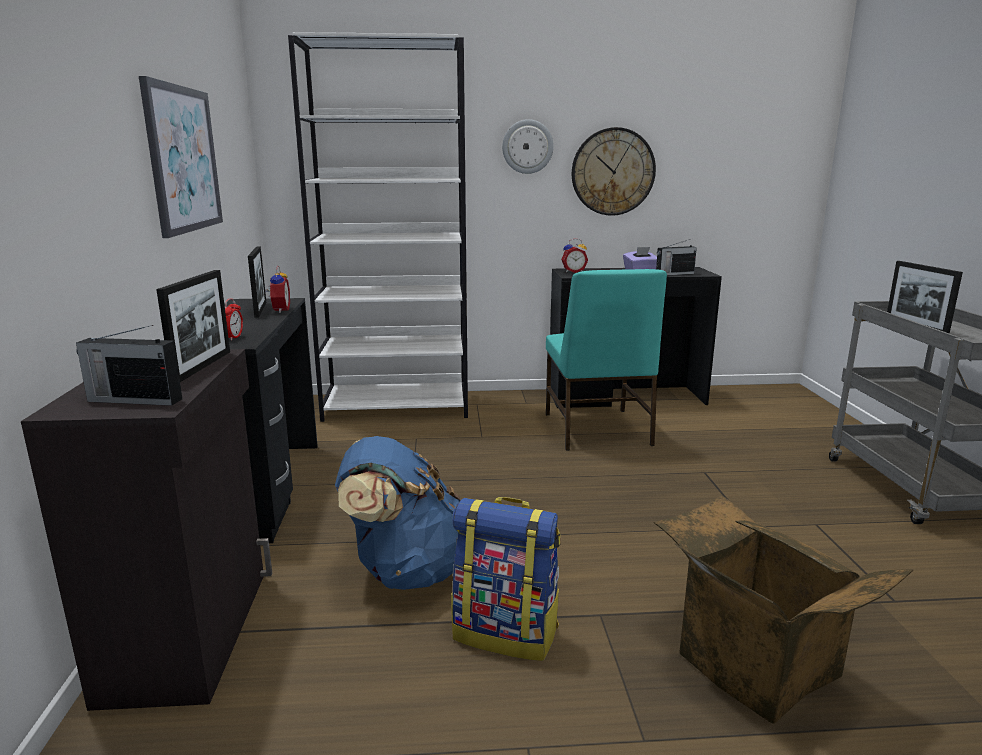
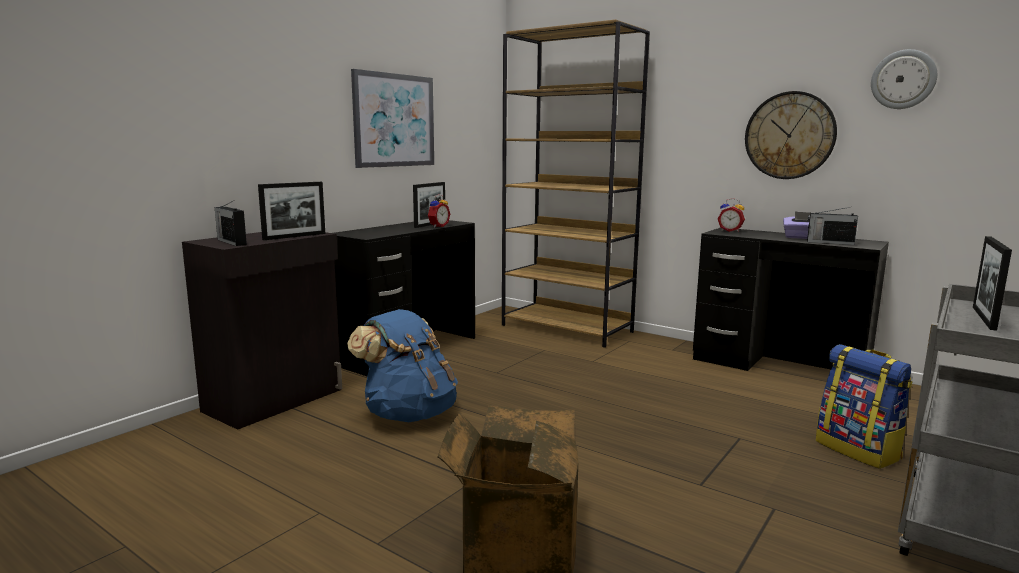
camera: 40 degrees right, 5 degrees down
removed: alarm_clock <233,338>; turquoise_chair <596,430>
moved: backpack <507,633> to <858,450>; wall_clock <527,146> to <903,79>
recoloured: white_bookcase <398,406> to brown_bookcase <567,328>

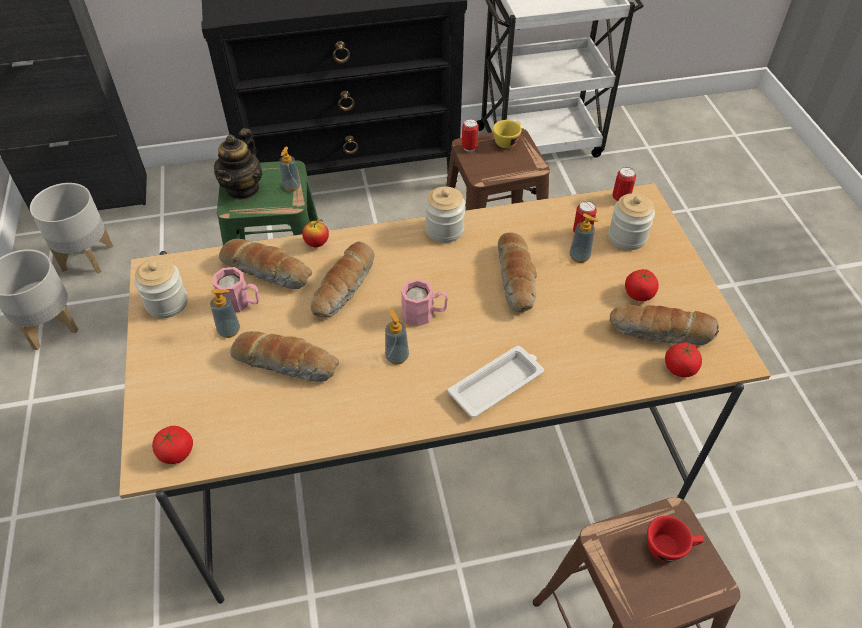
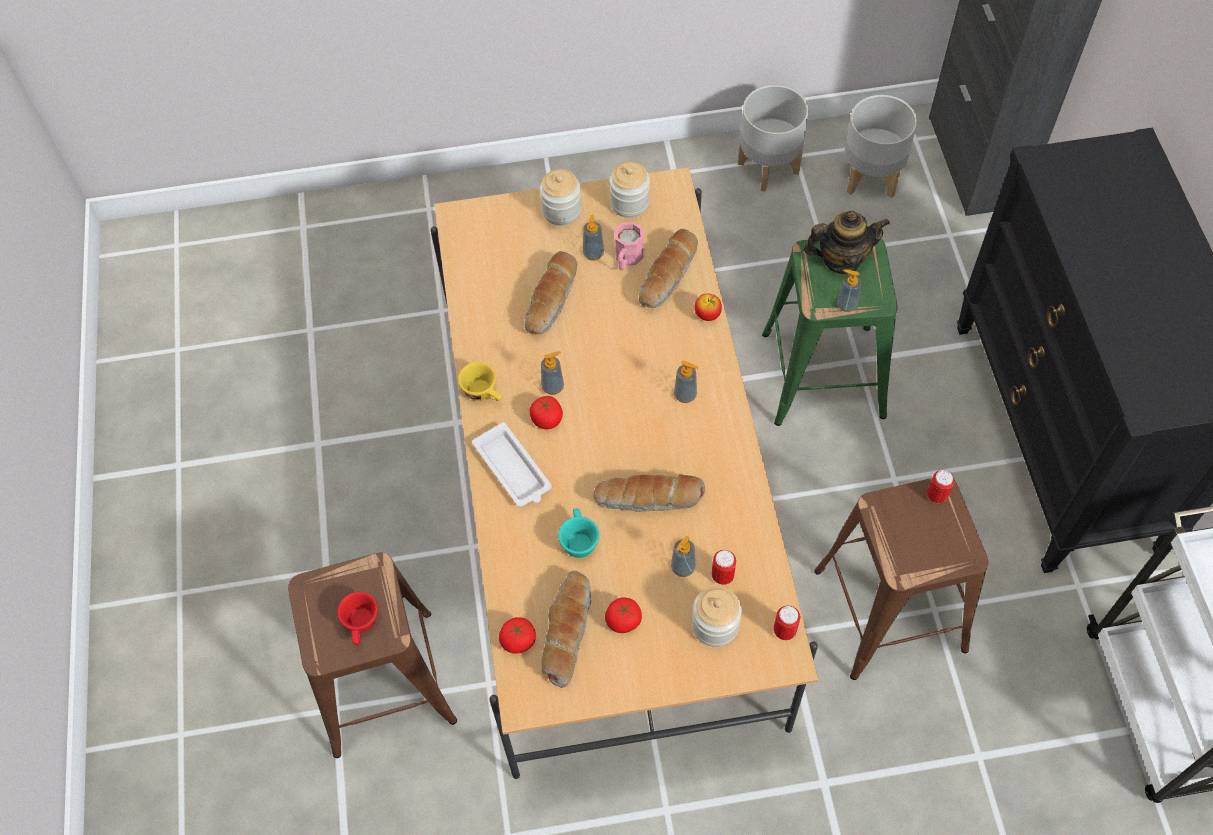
camera: 95 degrees right, 10 degrees up
removed: bread <345,288>; pink_mug <424,314>
added: turquoise_cup <578,540>; soap_dispenser <685,395>
moved: tomato <176,452> to <547,419>; jar <444,230> to <561,210>; yellow_cup <507,141> to <484,393>
turned: teapot <243,188> = <841,259> 150 degrees clockwise

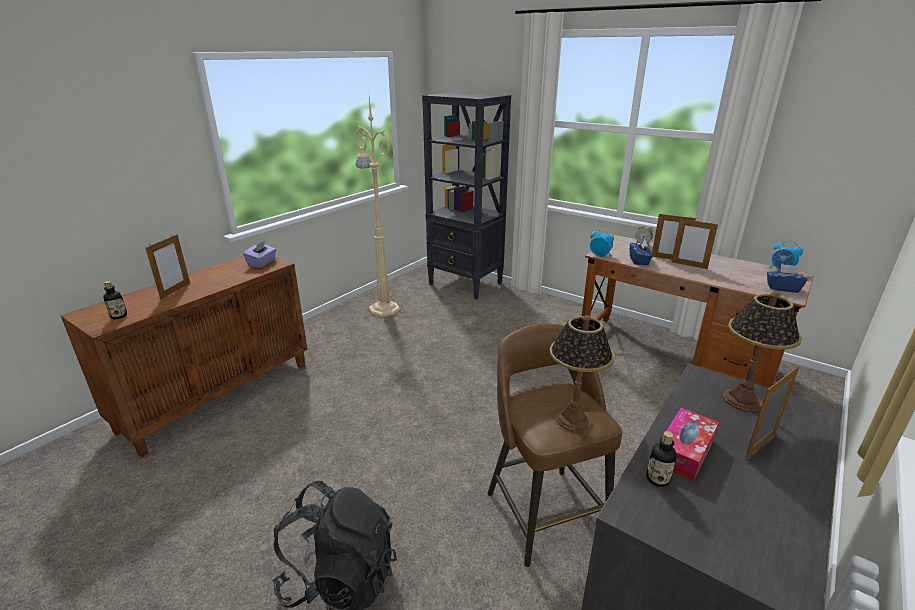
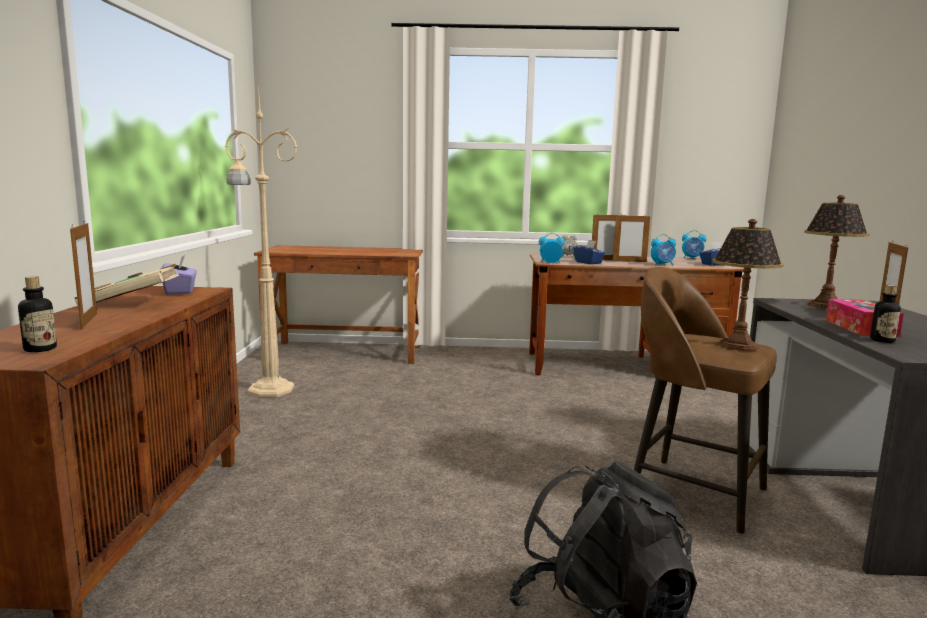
camera: 35 degrees left, 15 degrees down
added: beige_book <131,303>; alarm_clock <662,264>
replaced: black_bookcase <466,284> to brown_desk <345,352>

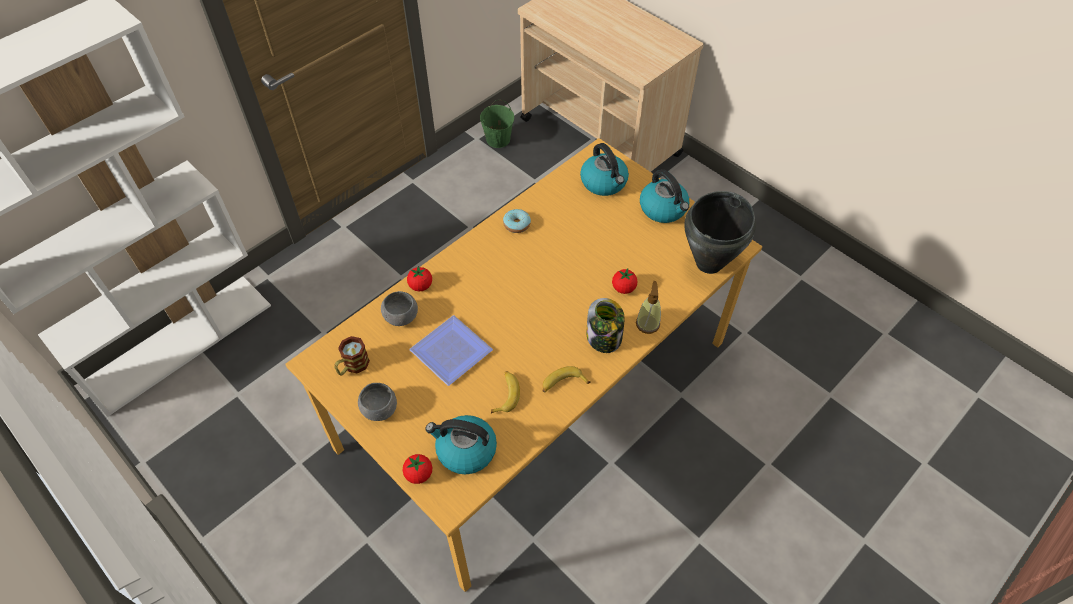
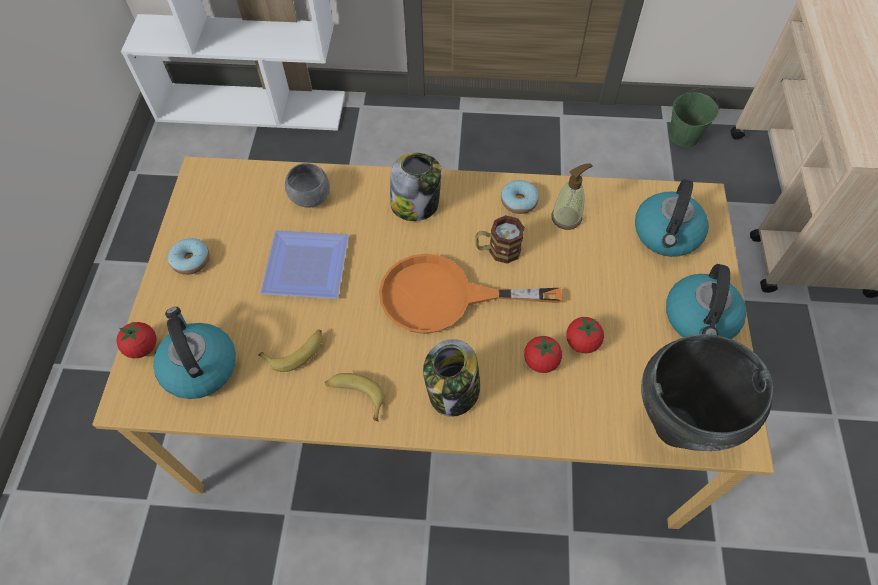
camera: 50 degrees right, 5 degrees up
added: orange_frying_pan <444,297>; jar <416,204>
moved: mug <352,366> to <497,250>; tomato <420,286> to <582,342>; soap_dispenser <647,324> to <566,217>
replaced: grey_bowl <379,409> to donut <191,260>

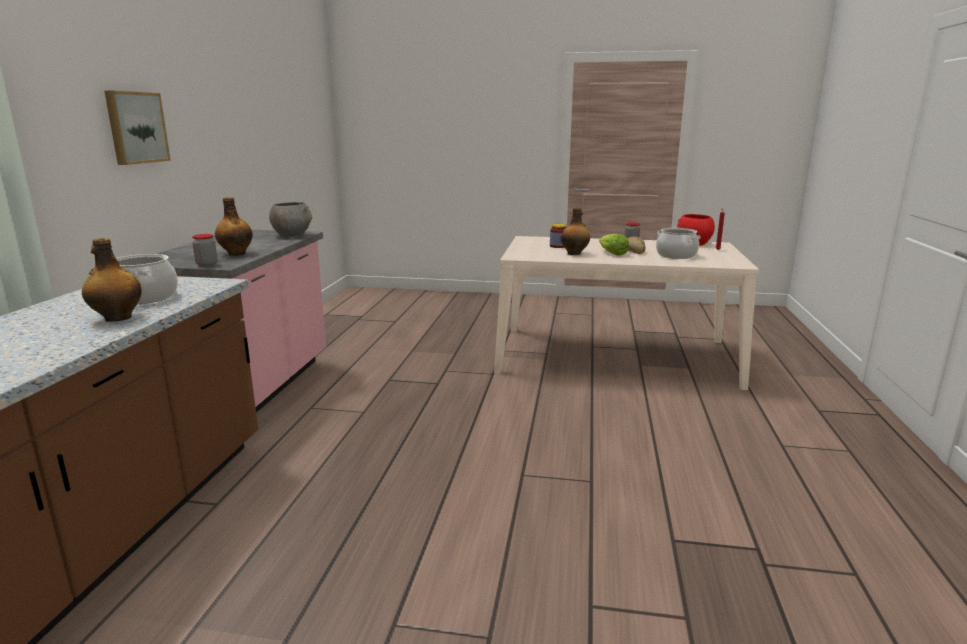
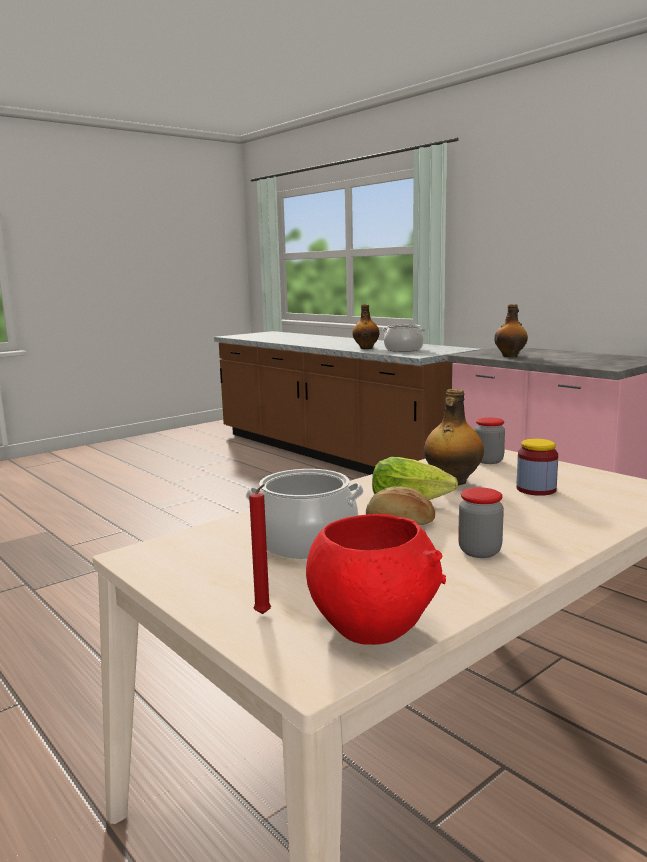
camera: 130 degrees right, 5 degrees down
removed: picture <135,127>; grey_bowl <292,235>
moved: jar <207,264> to <488,461>

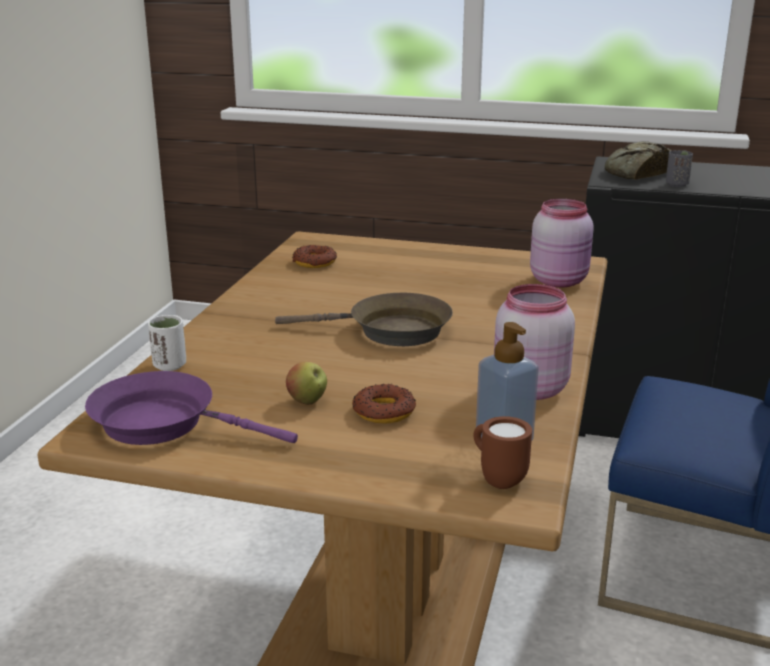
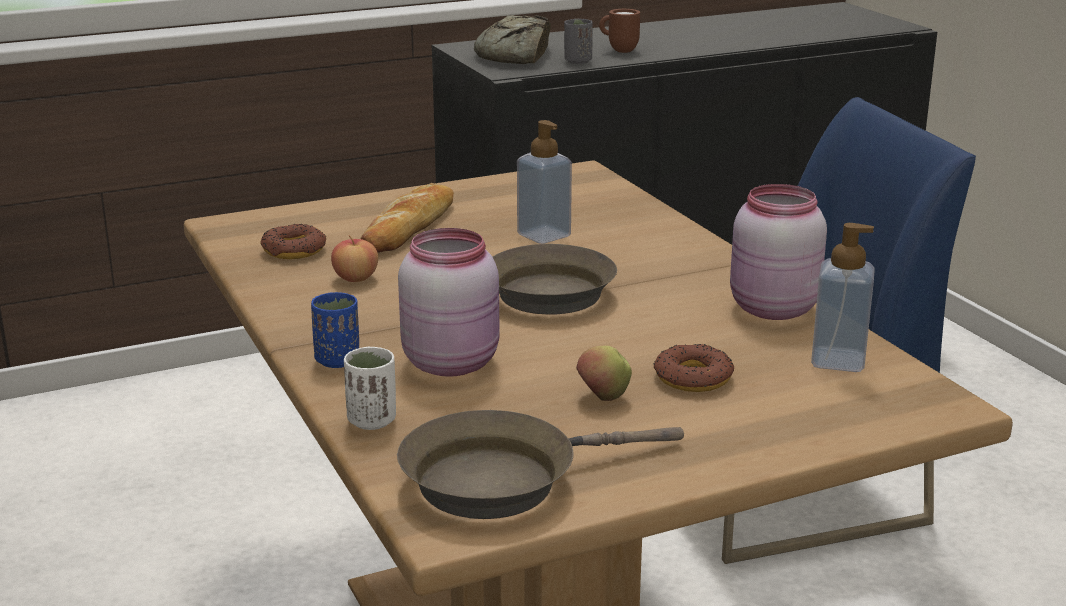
camera: 40 degrees left, 0 degrees up
added: blue_cup <337,360>; apple <355,278>; bread <410,227>; soap_dispenser <544,235>
moved: brown_mug <497,479> to <618,51>; pink_jar <560,280> to <452,362>
recoloured: purple_frying_pan <164,423> to brown_frying_pan <502,480>

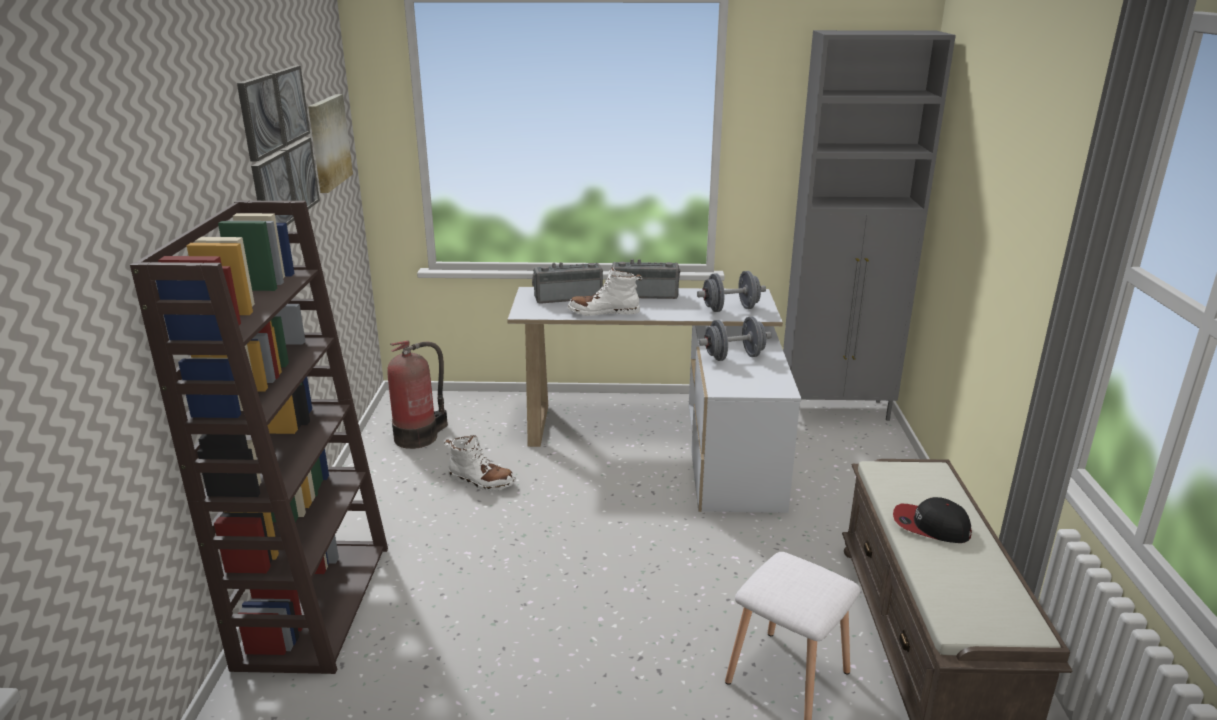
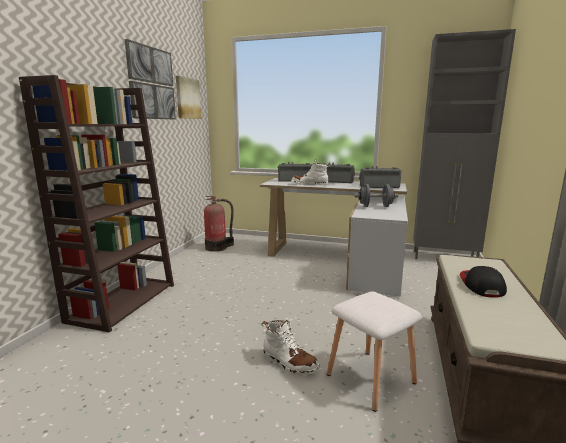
camera: 15 degrees right, 10 degrees down
moved: white_boot <481,481> to <289,363>
replaced: grey_dumbbell <730,309> to radio <379,187>
turned: cap <930,526> = <481,285> 60 degrees clockwise

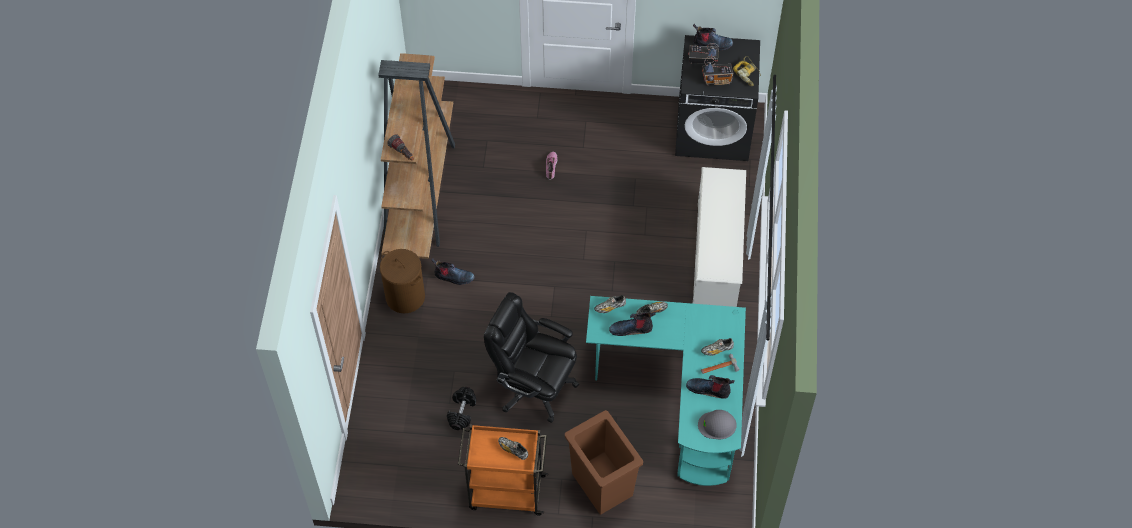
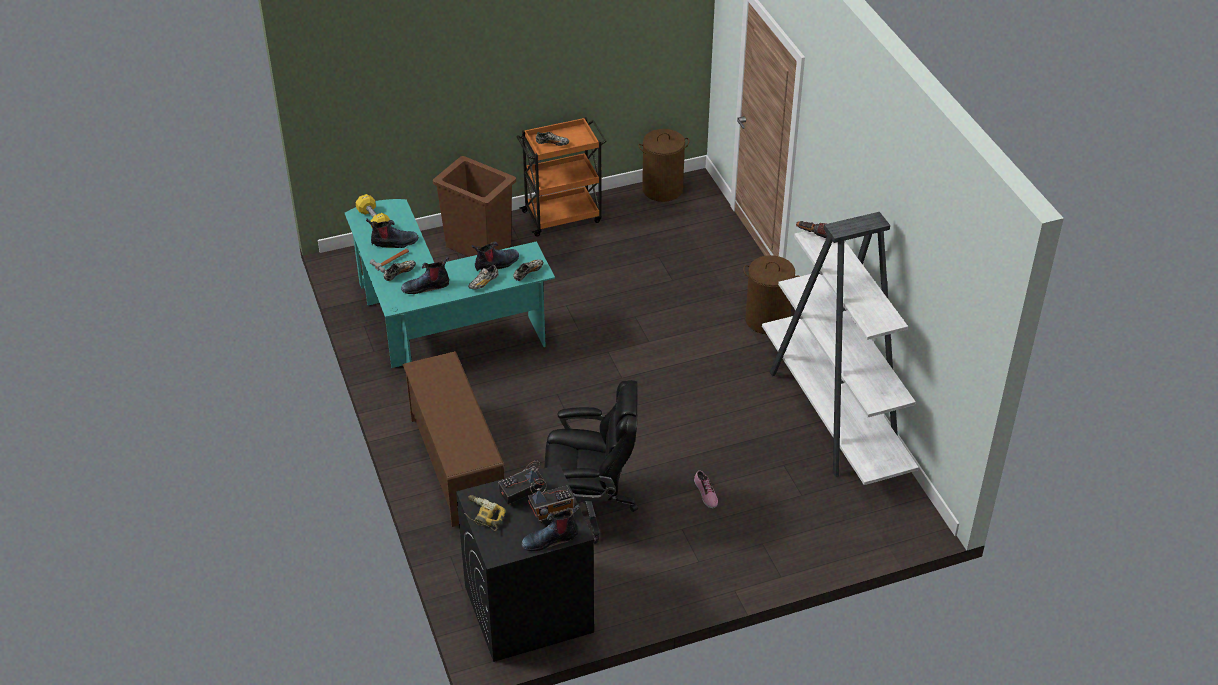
camera: 155 degrees right, 15 degrees down
removed: black_dumbbell <461,412>
added: brown_laundry_basket <662,189>
moved: boot <453,277> to <426,286>; black_office_chair <533,386> to <589,505>
replaced: grey_hard_hat <717,425> to yellow_dumbbell <374,220>
recoloured: brown_bookcase <420,190> to white_bookcase <834,417>; white_shoe_rack <716,257> to brown_shoe_rack <456,465>

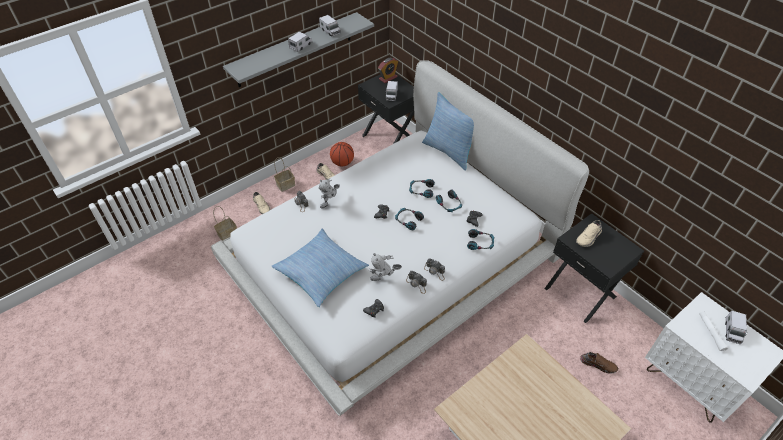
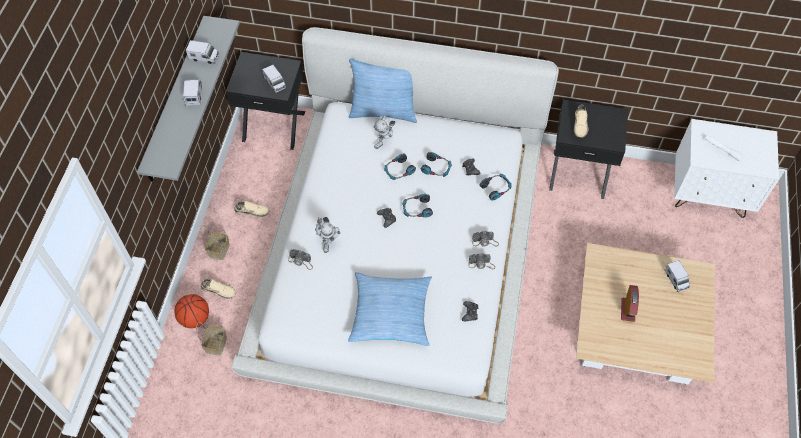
camera: 40 degrees left, 10 degrees up
removed: brown_shoe <598,364>
moved: basketball <342,163> to <195,318>; toy_robot <384,279> to <385,141>; alarm_clock <388,78> to <628,310>; toy_truck <732,331> to <676,279>

